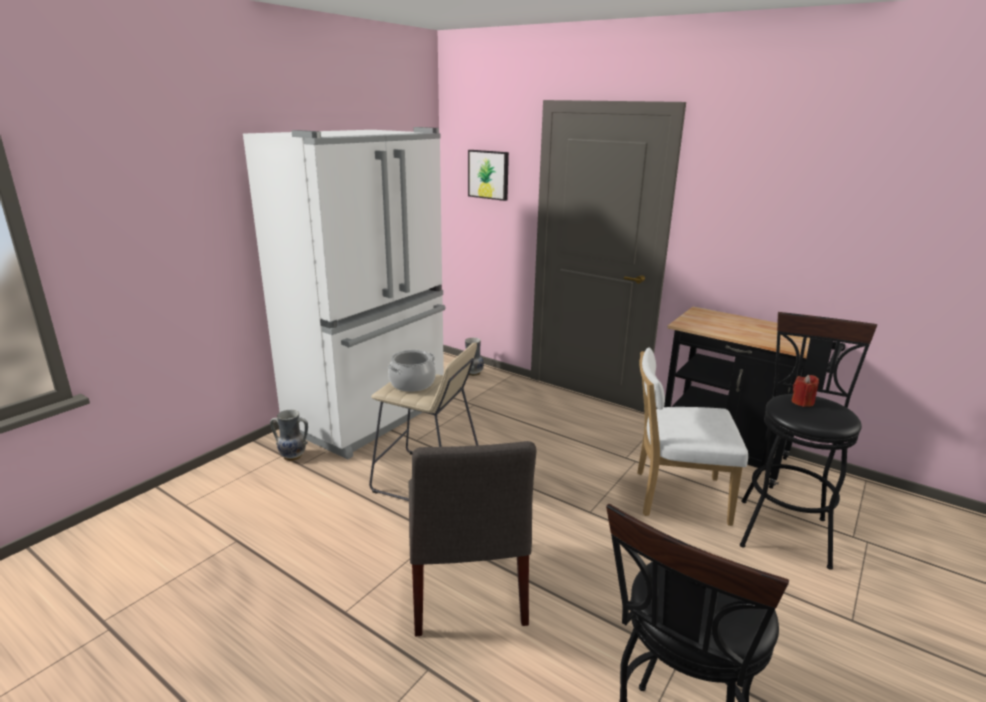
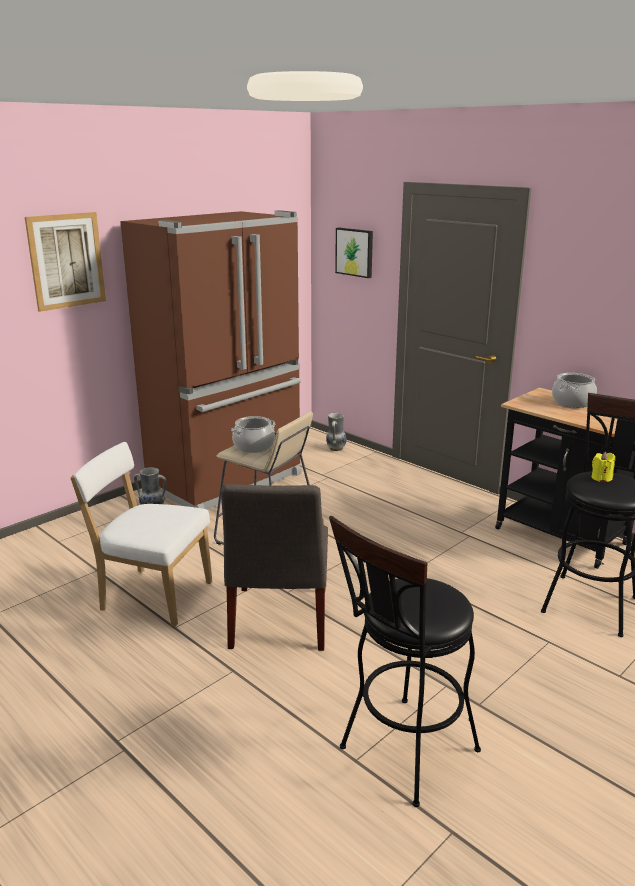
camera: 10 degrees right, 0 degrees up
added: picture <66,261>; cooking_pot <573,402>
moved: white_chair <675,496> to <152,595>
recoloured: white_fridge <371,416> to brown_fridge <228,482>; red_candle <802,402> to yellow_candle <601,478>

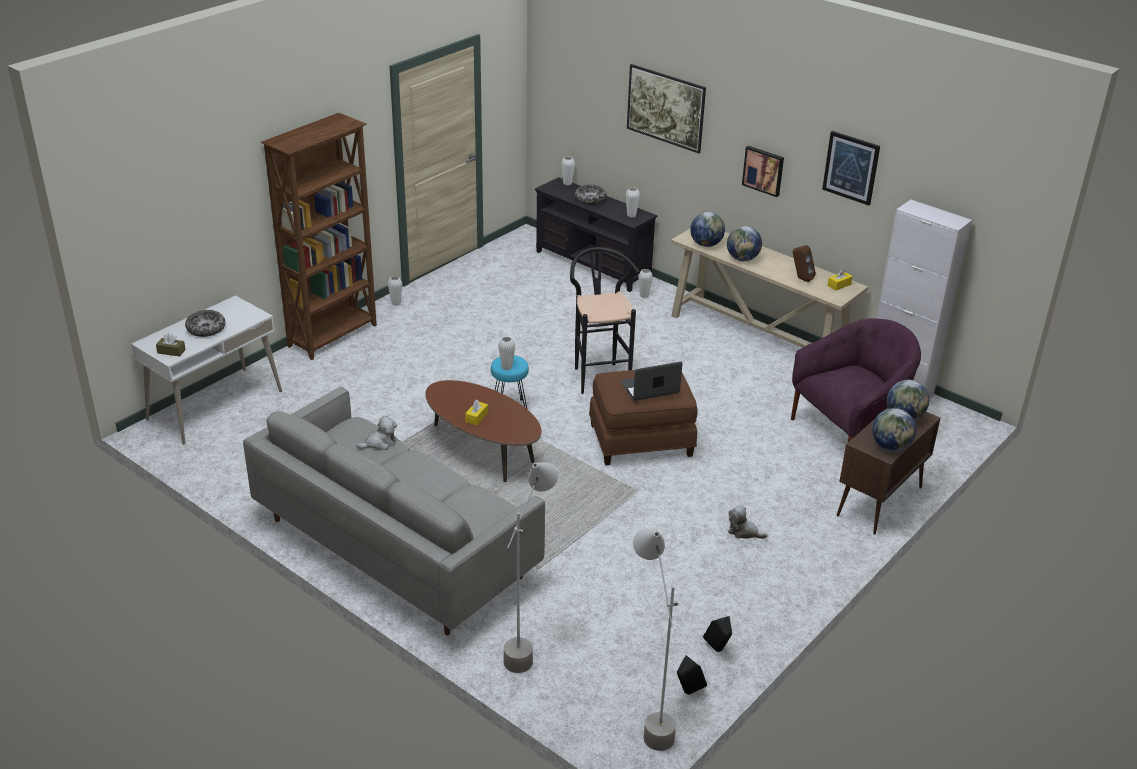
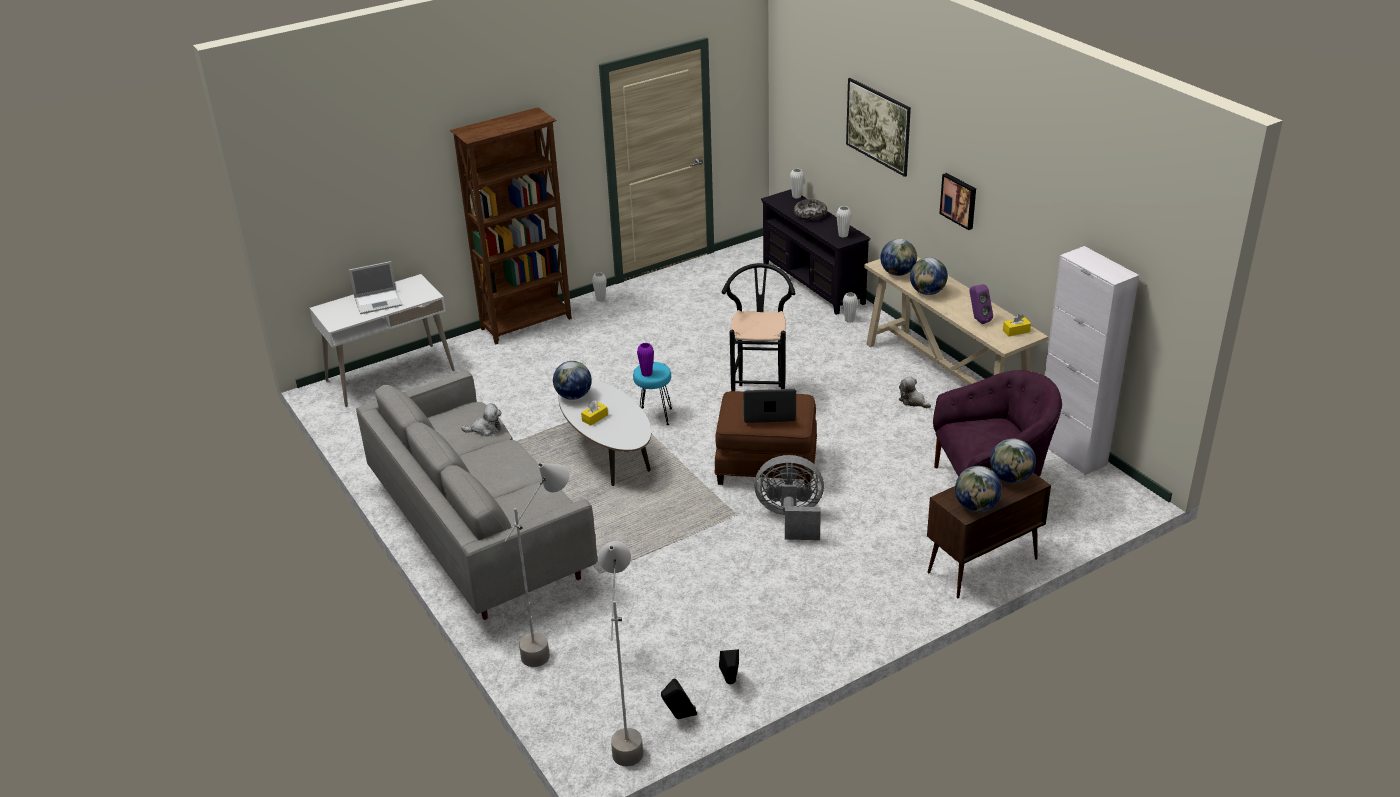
camera: 20 degrees right, 0 degrees up
removed: brown_tissue_box <171,351>; picture <851,167>
added: globe <573,396>; grey_fan <791,518>
moved: plush_toy <744,532> to <913,401>
replaced: bowl <206,328> to laptop <379,302>
recoloured: brown_coffee_table <483,452> to white_coffee_table <607,454>; white_vase <506,367> to purple_vase <646,374>; brown_speaker <800,278> to purple_speaker <978,319>

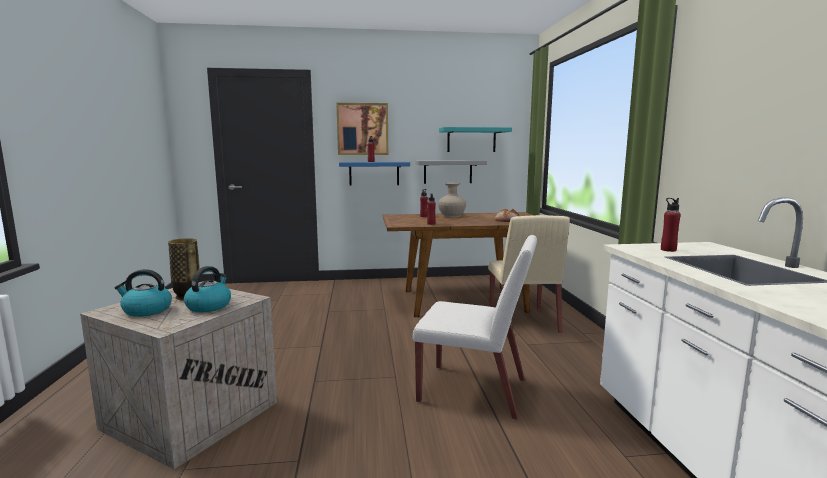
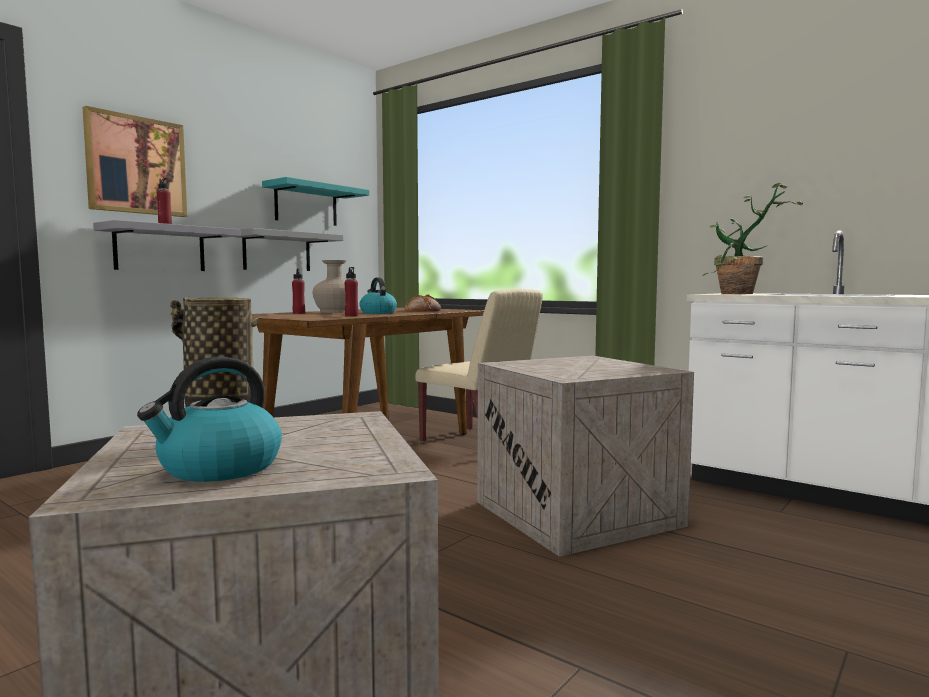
camera: 45 degrees left, 5 degrees down
moved: kettle <209,306> to <377,313>
replaced: white_chair <474,391> to crate <580,514>; red_bottle <668,250> to potted_plant <741,294>
recoloured: blue_shelf <374,173> to grey_shelf <160,249>

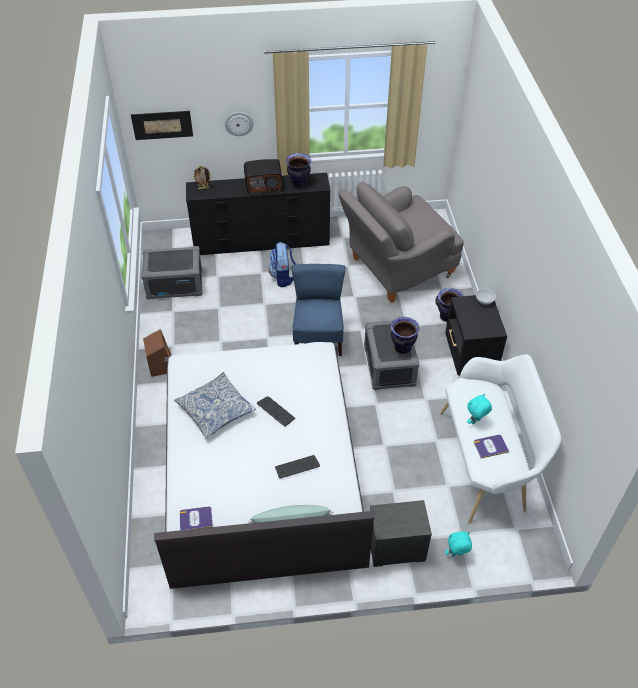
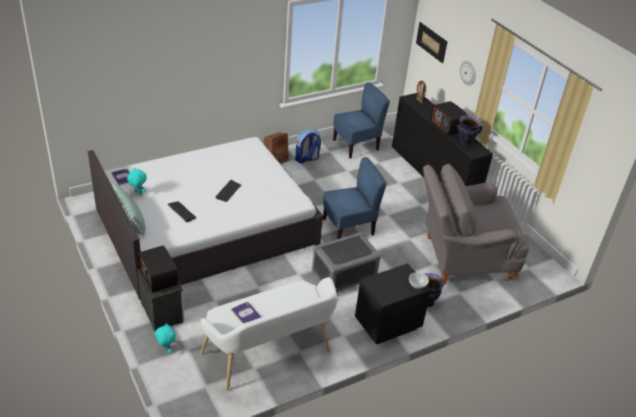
camera: 65 degrees right, 10 degrees down
removed: pillow <215,410>; vase <402,347>
added: radio <159,277>
moved: backpack <283,277> to <307,159>; turquoise_plush_toy <476,422> to <138,193>
replaced: grey_storage_box <175,284> to blue_chair <356,145>
turned: grey_armchair <396,269> = <462,258> 45 degrees counterclockwise

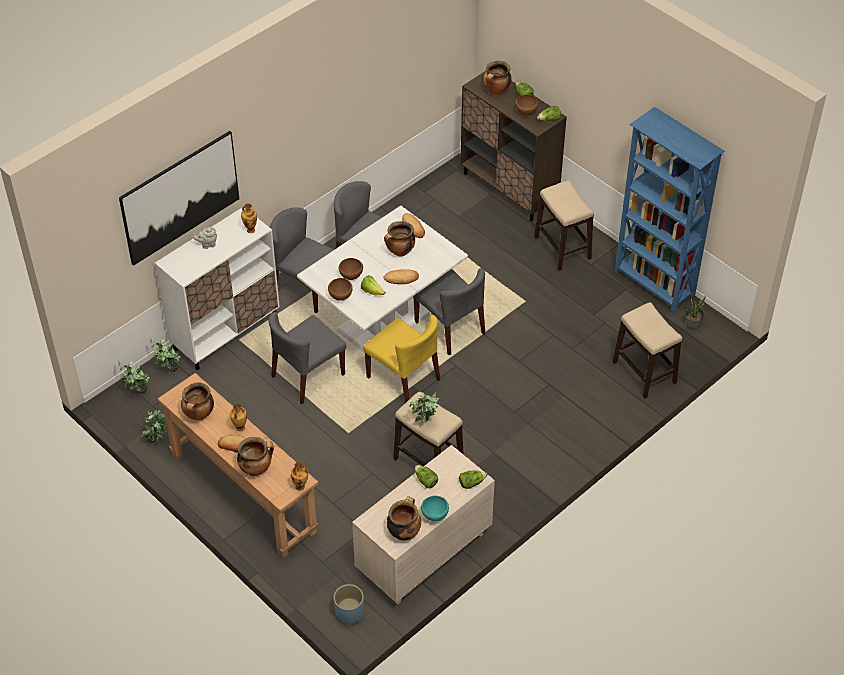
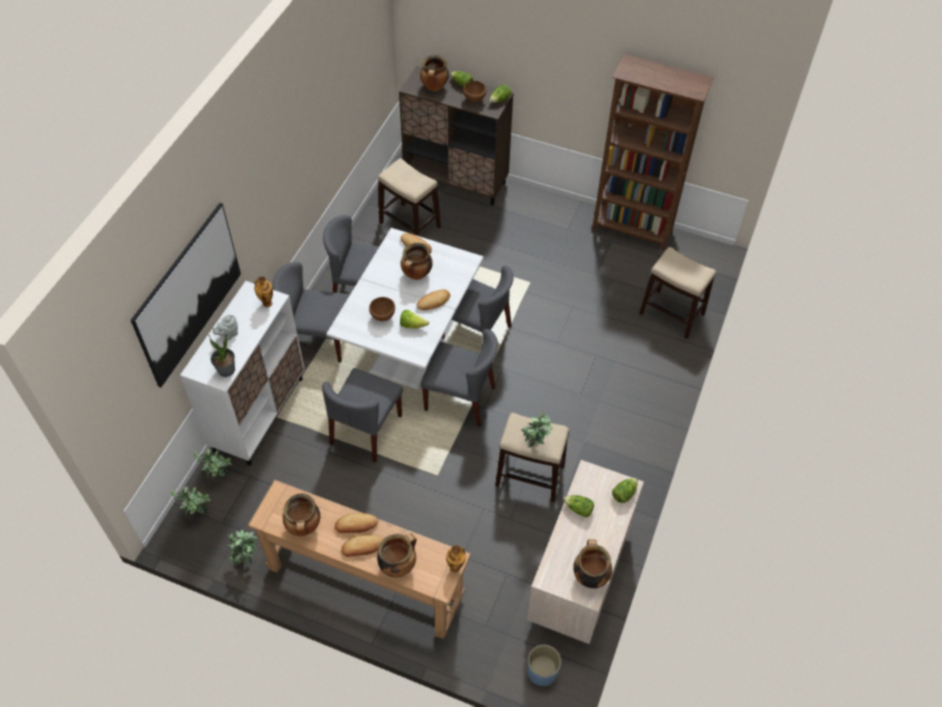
camera: 25 degrees left, 5 degrees up
removed: brown_bowl <341,297>; turquoise_bowl <435,516>
moved: stool <562,248> to <410,225>; potted_plant <692,325> to <226,370>
replaced: vase <240,428> to bread <356,525>
recoloured: yellow_chair <403,379> to grey_chair <460,399>; blue_bookcase <654,285> to brown_bookcase <632,229>

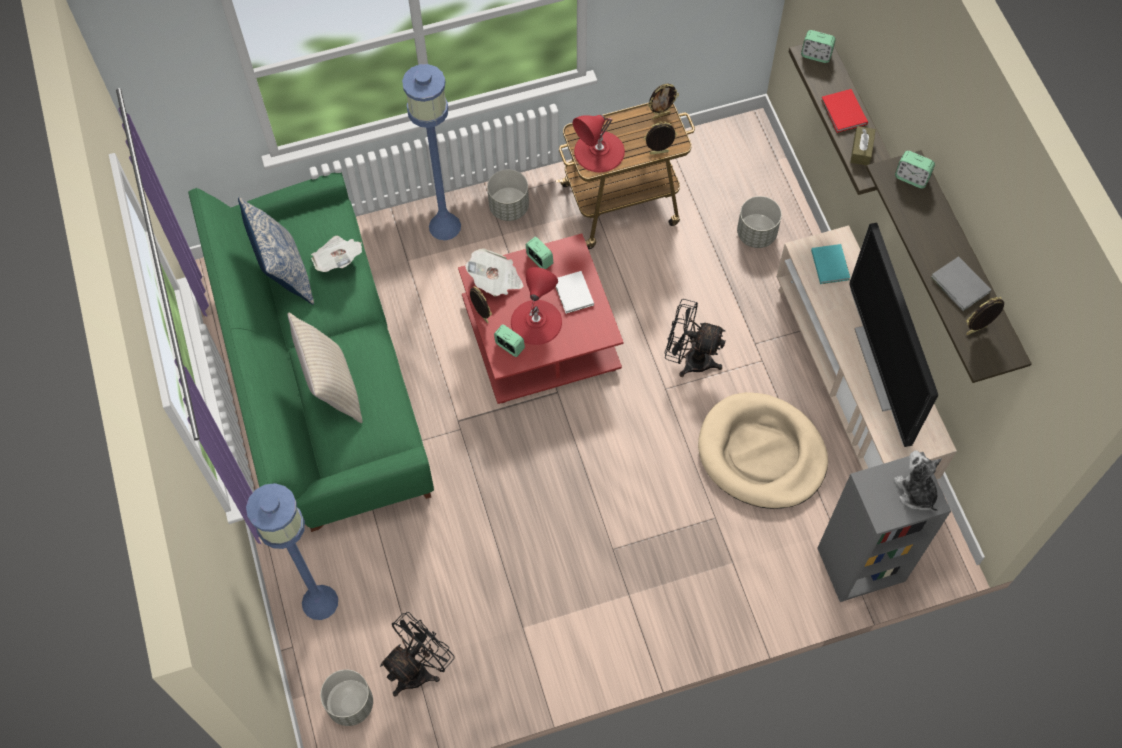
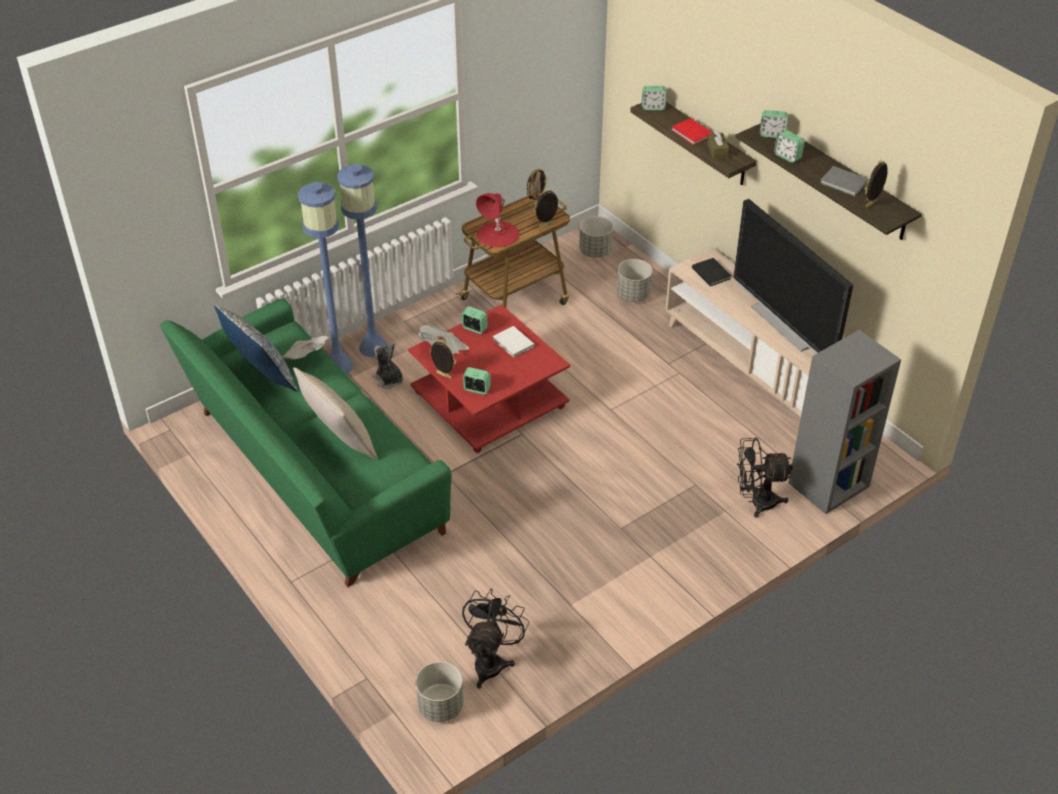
camera: 20 degrees left, 20 degrees down
removed: red_table_lamp <536,321>; beige_dog_bed <761,454>
added: alarm_clock <787,156>
moved: blue_floor_lamp <319,602> to <338,366>; grey_planter <509,207> to <595,251>; black_fan <690,359> to <756,502>; plush_toy <915,491> to <388,380>
recoloured: turquoise_book <830,264> to black_book <711,272>

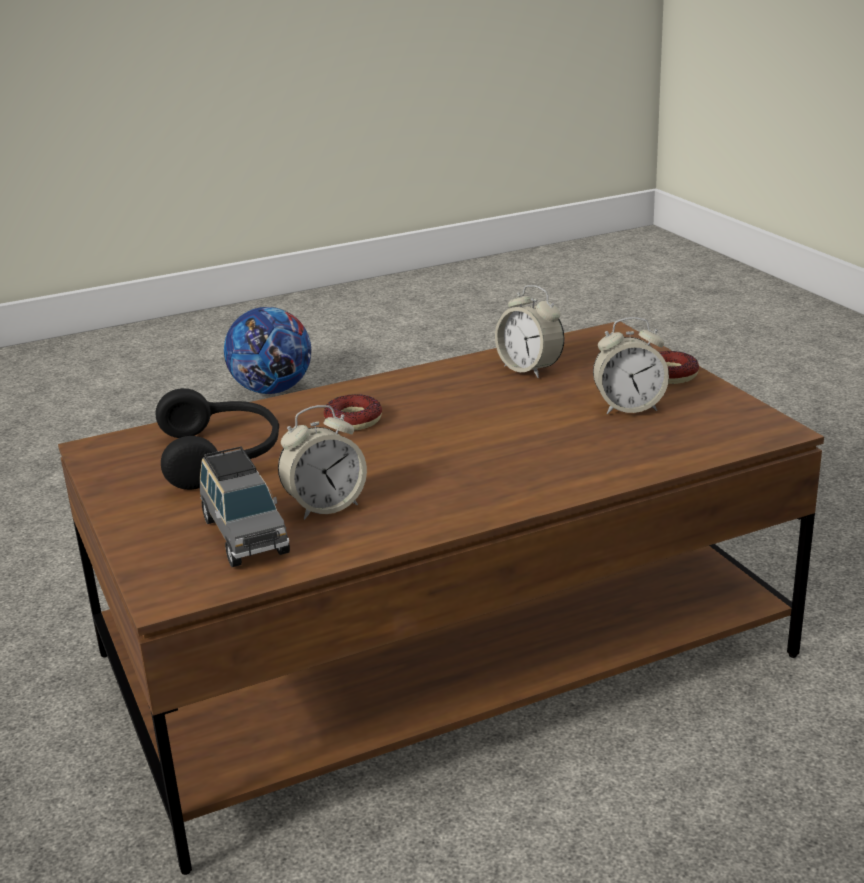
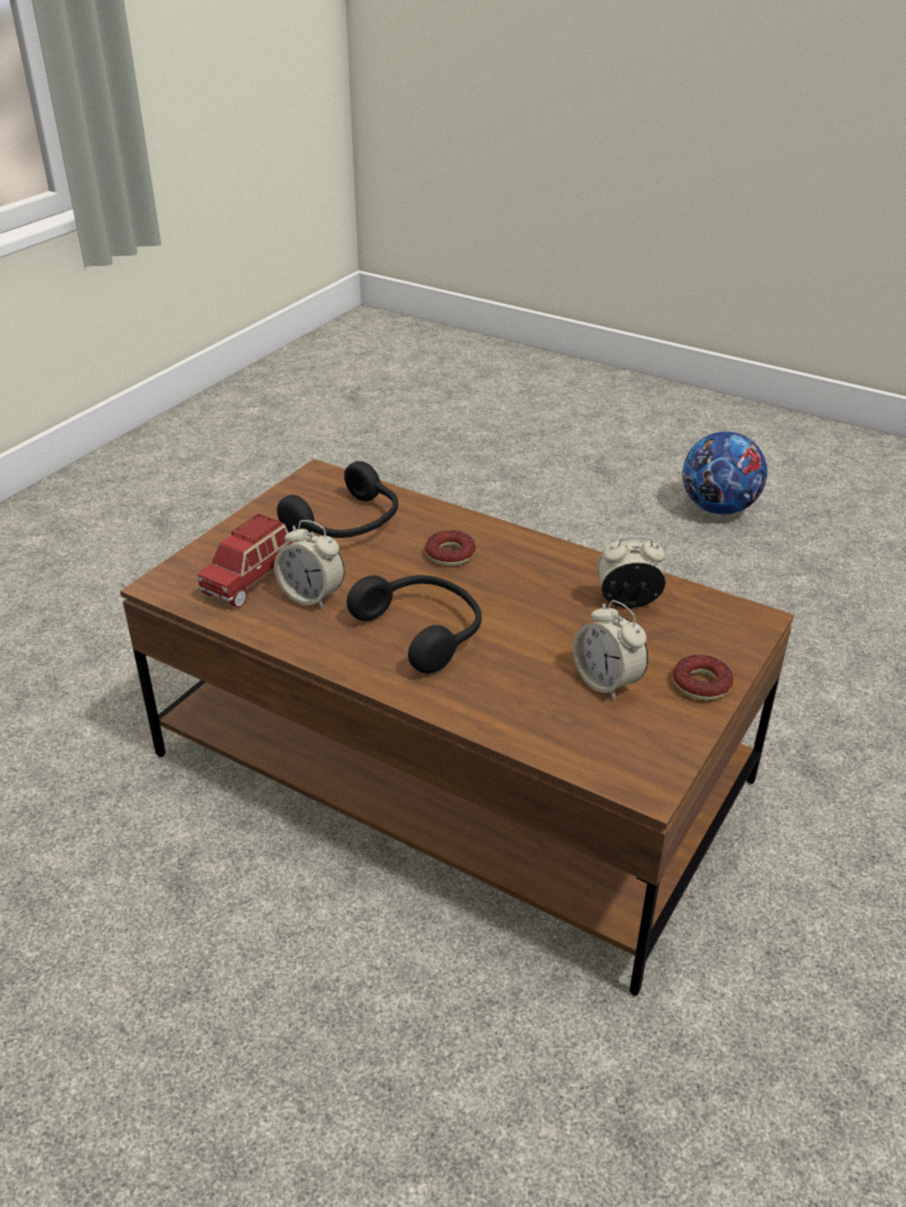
camera: 55 degrees right, 10 degrees up
added: black_headphones <423,631>
recoloured: grey_toy_car <244,535> to red_toy_car <250,581>
turned: alarm_clock <529,369> = <628,601> 75 degrees clockwise

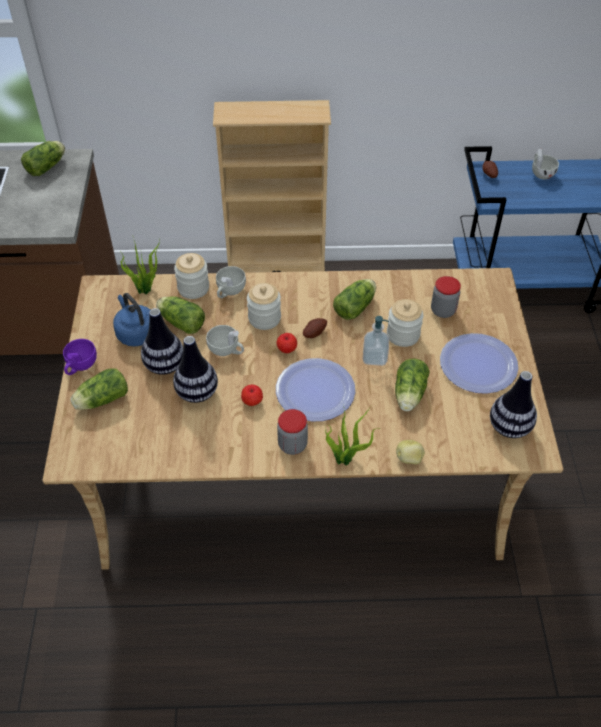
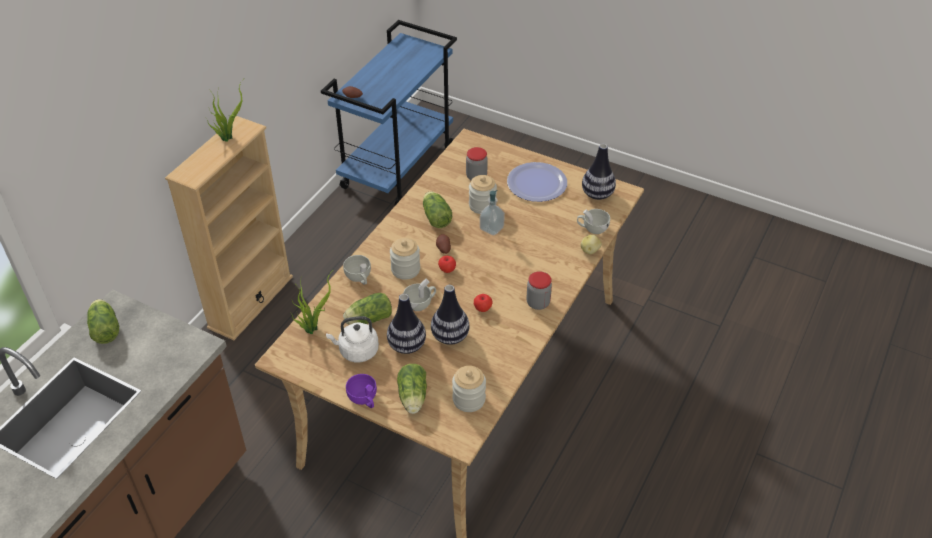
camera: 60 degrees left, 5 degrees down
removed: plate <315,391>; lettuce <409,395>
moved: jar <193,288> to <469,399>; potted_plant <346,459> to <228,137>; white_cup <541,173> to <592,228>
recoloured: blue_kettle <136,333> to white_kettle <356,351>

